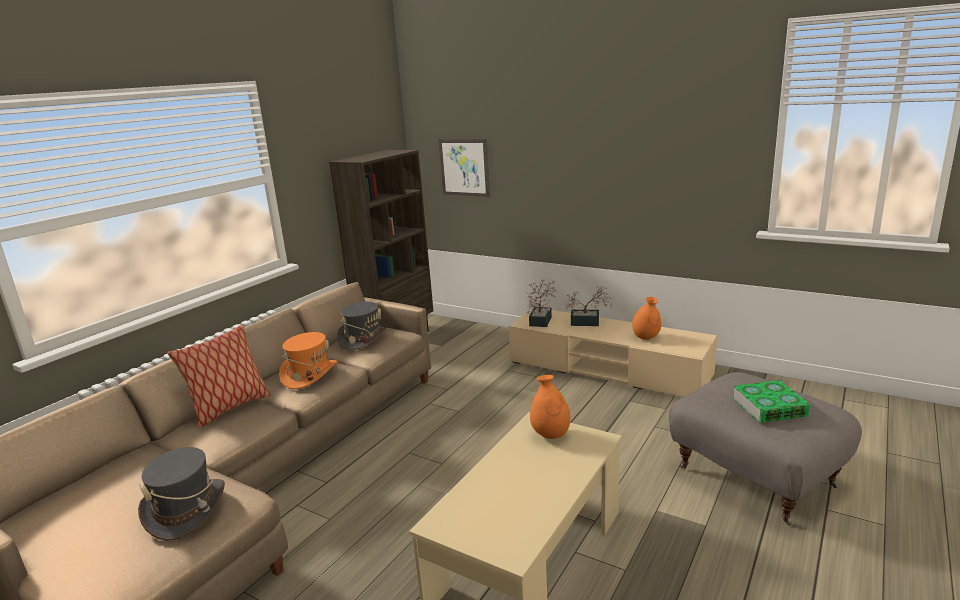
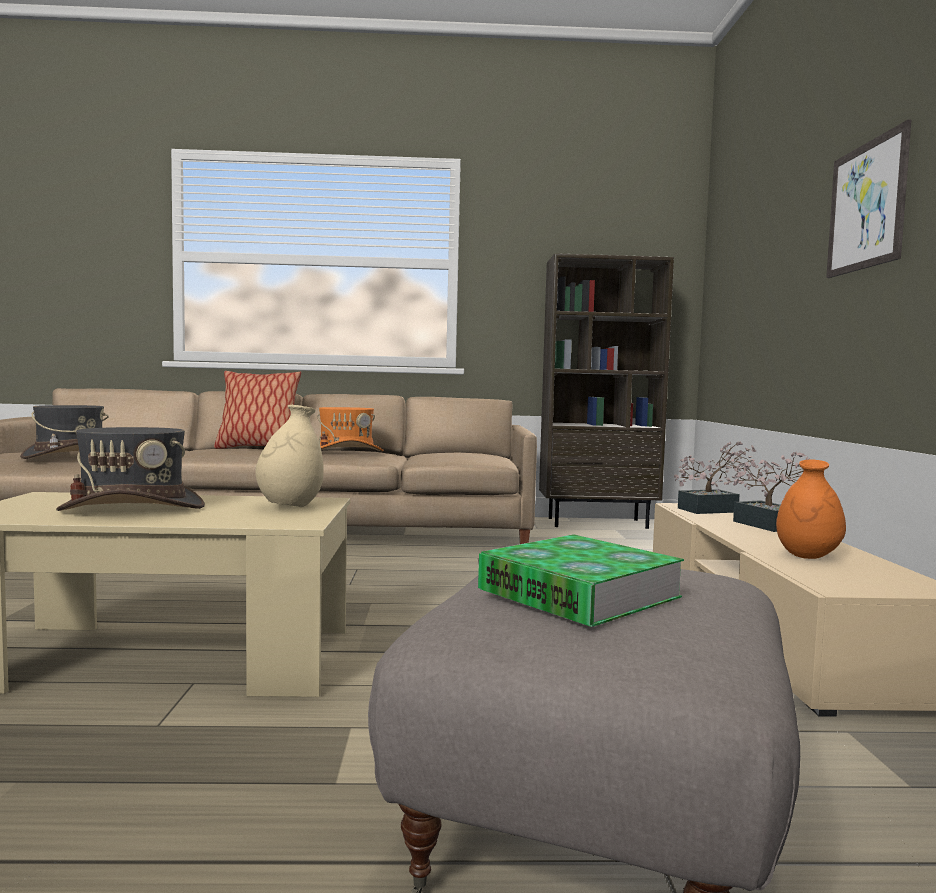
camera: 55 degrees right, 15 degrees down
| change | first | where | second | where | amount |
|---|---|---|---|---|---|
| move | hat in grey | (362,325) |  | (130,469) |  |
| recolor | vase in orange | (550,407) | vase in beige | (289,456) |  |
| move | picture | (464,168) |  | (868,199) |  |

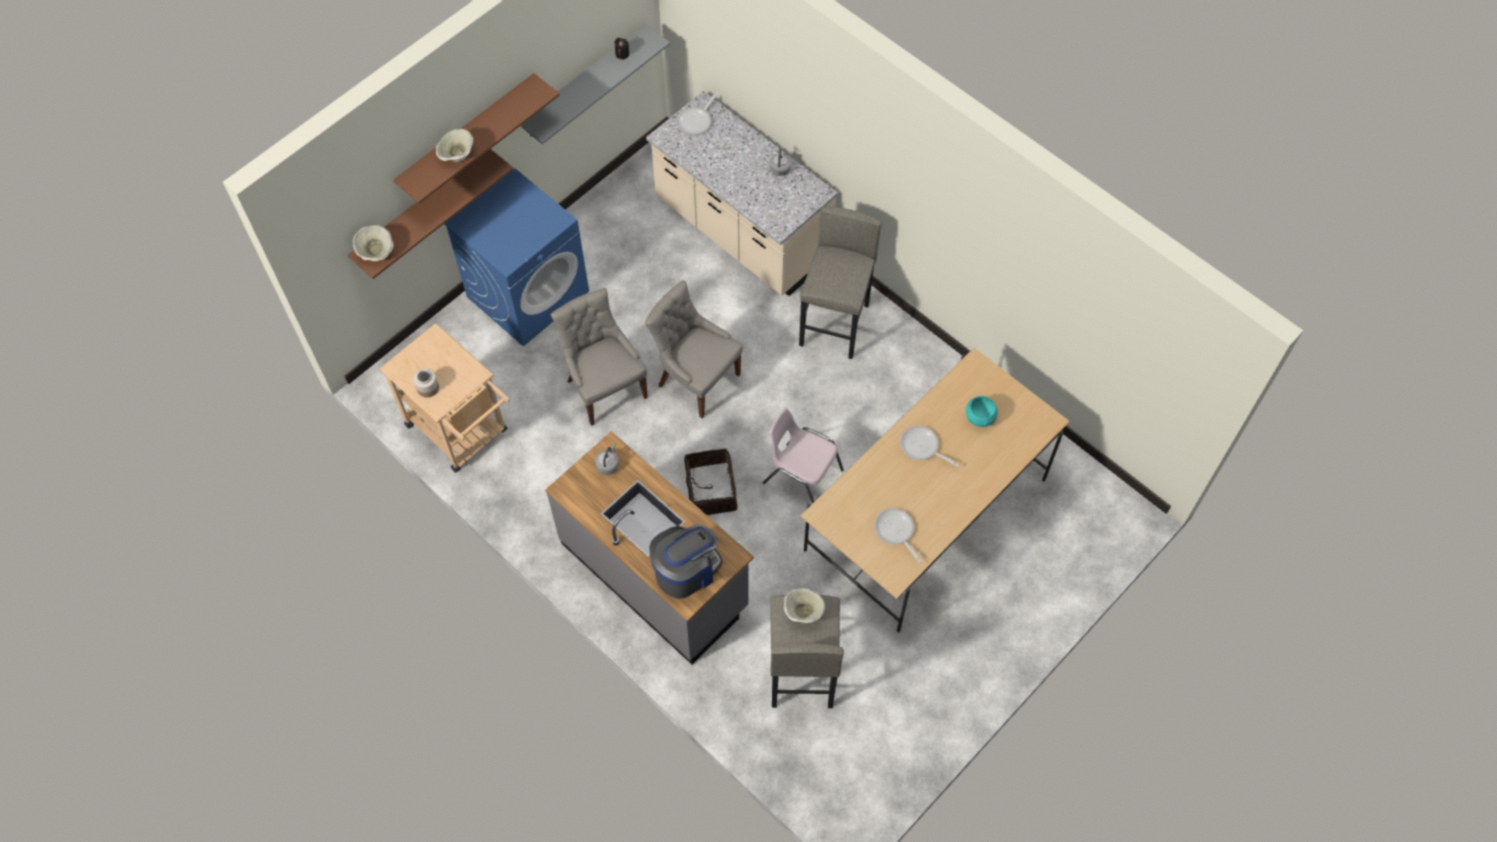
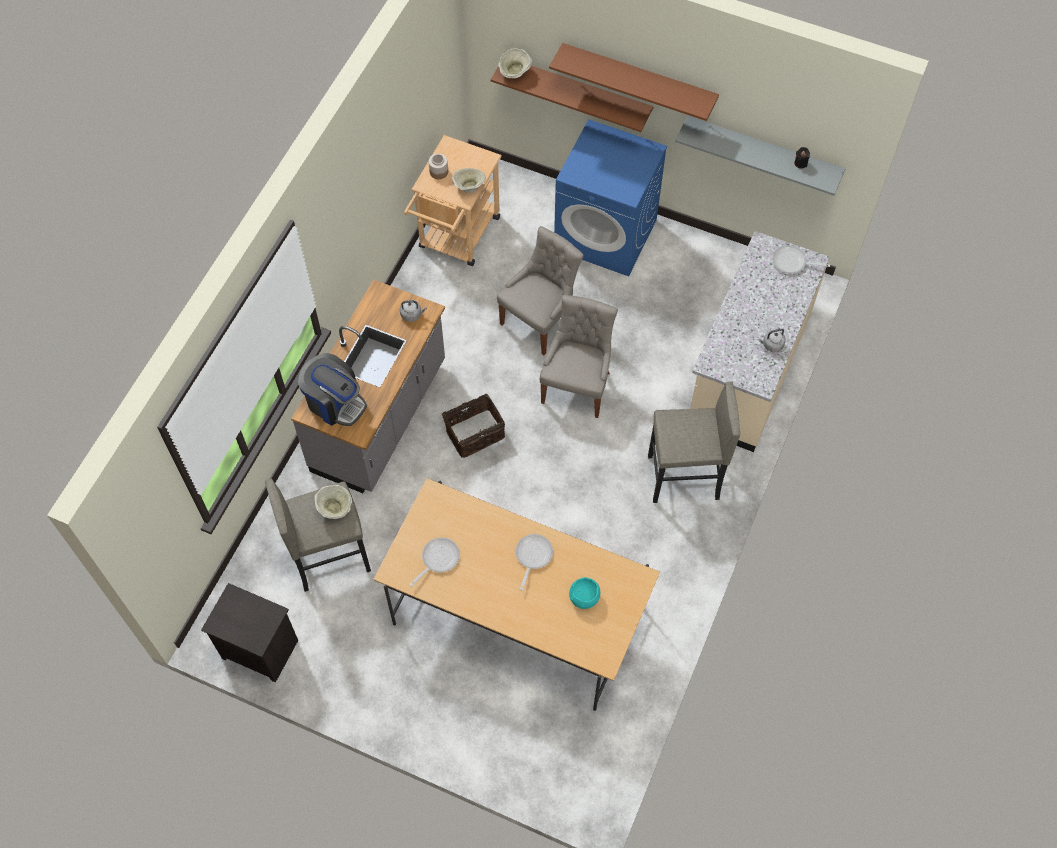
camera: 70 degrees right, 0 degrees up
| change | first | where | second | where | amount |
|---|---|---|---|---|---|
| insert |  |  | nightstand in black | (249,633) |  |
| move | bowl in beige | (454,145) |  | (469,180) |  |
| delete | chair in pink | (803,456) |  |  |  |

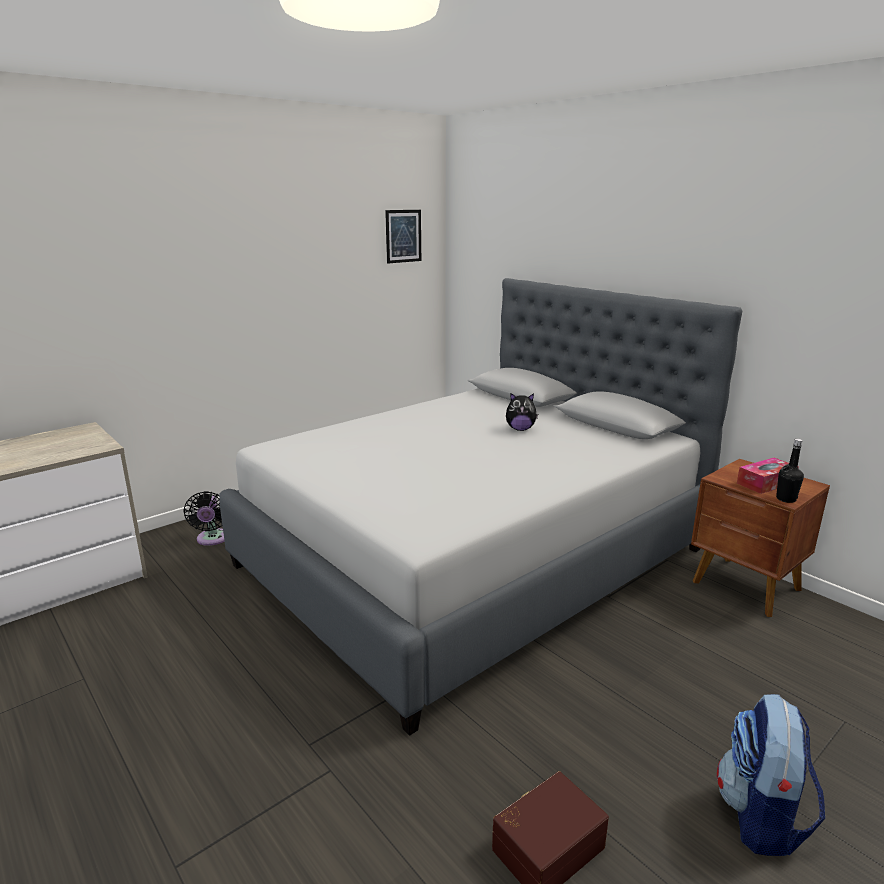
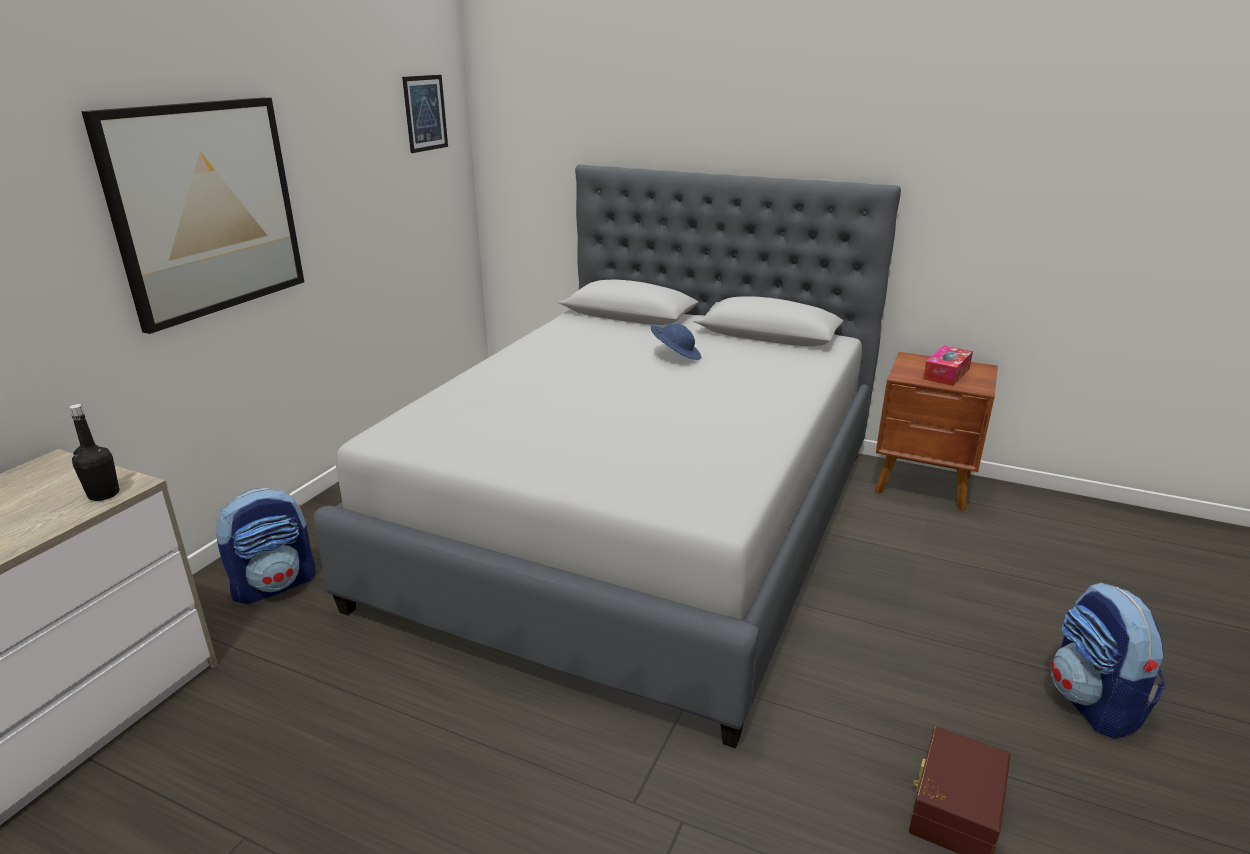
camera: 25 degrees left, 5 degrees up
| change | first | where | second | where | amount |
|---|---|---|---|---|---|
| move | bottle in black | (790,471) |  | (94,452) |  |
| insert |  |  | picture | (192,215) |  |
| replace | fan in black | (203,518) | backpack | (266,546) |  |
| replace | plush toy | (522,412) | hat in blue | (676,342) |  |

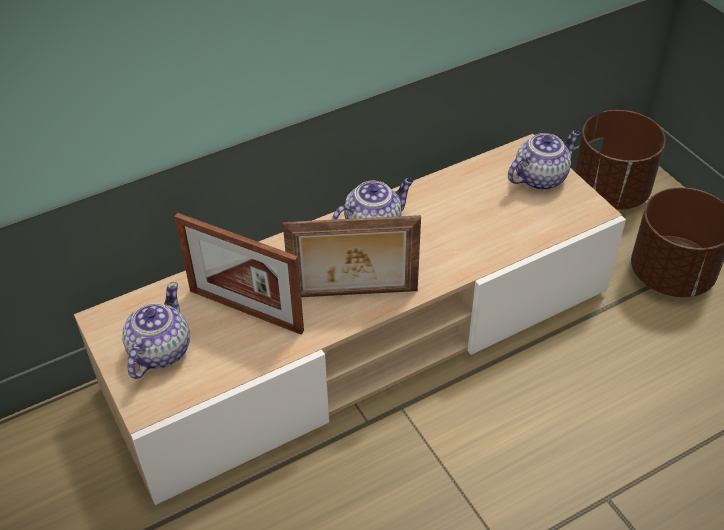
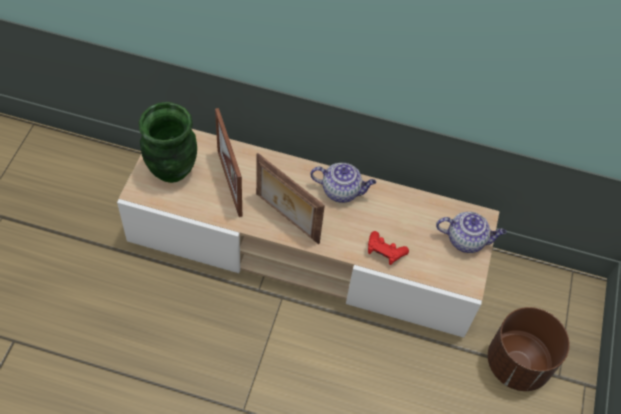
camera: 40 degrees right, 10 degrees up
| change | first | where | second | where | amount |
|---|---|---|---|---|---|
| replace | teapot | (156,330) | vase in green | (168,142) |  |
| insert |  |  | game controller in red | (388,248) |  |
| delete | planter in brown | (620,160) |  |  |  |

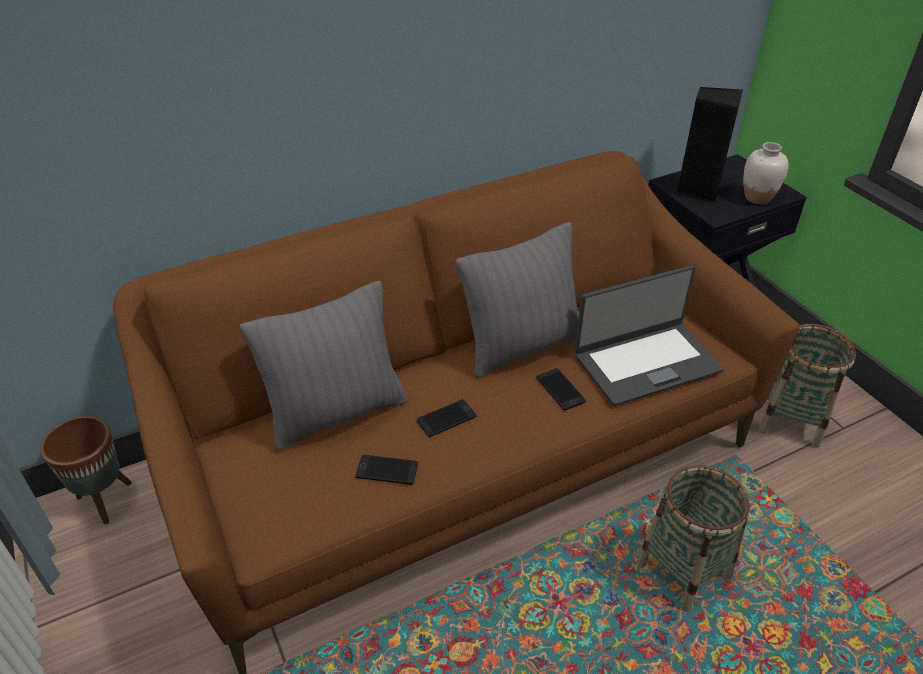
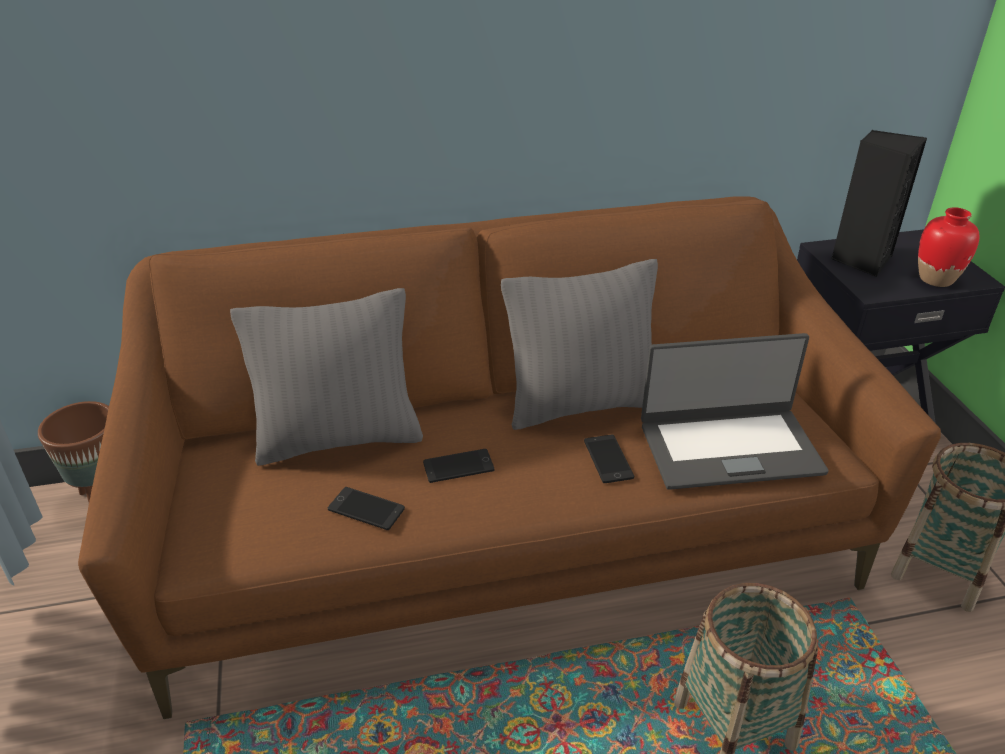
camera: 15 degrees right, 5 degrees down
| change | first | where | second | where | amount |
|---|---|---|---|---|---|
| recolor | vase in white | (765,173) | vase in red | (948,247) |  |

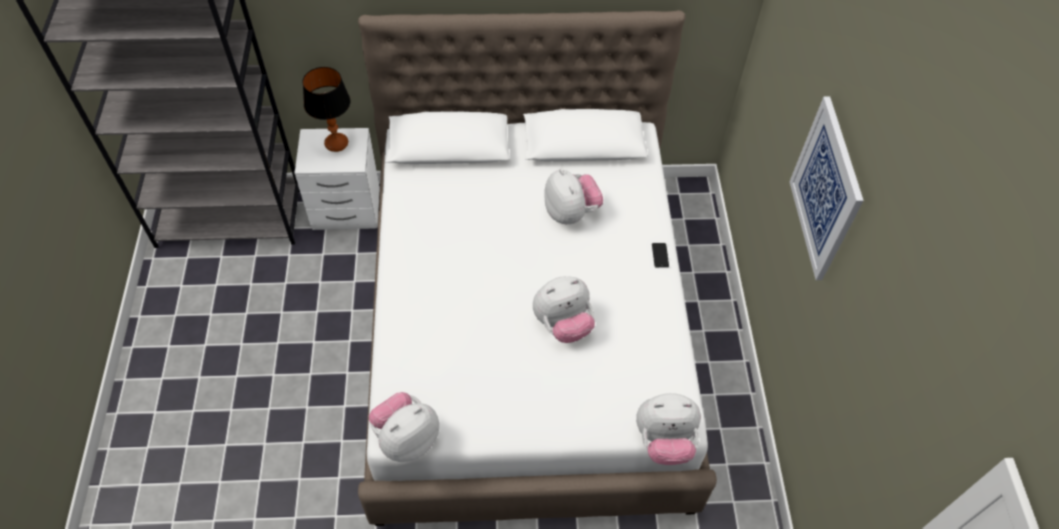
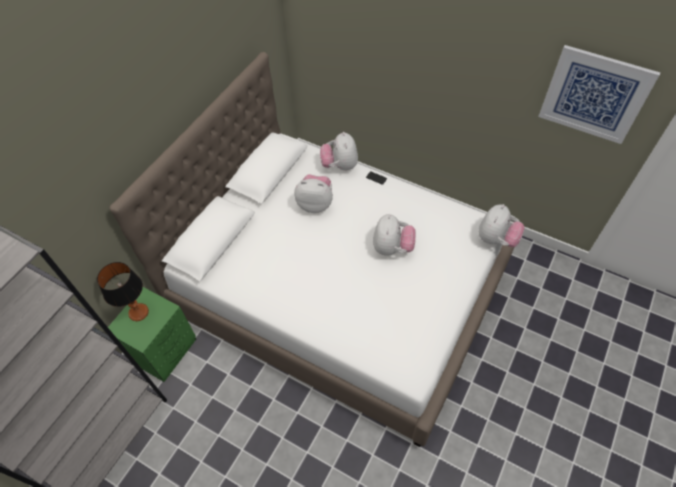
camera: 55 degrees left, 0 degrees up
| change | first | where | second | where | amount |
|---|---|---|---|---|---|
| recolor | nightstand in white | (337,179) | nightstand in green | (152,334) |  |
| move | plush toy | (404,427) |  | (339,151) |  |
| move | picture | (826,188) |  | (599,94) |  |

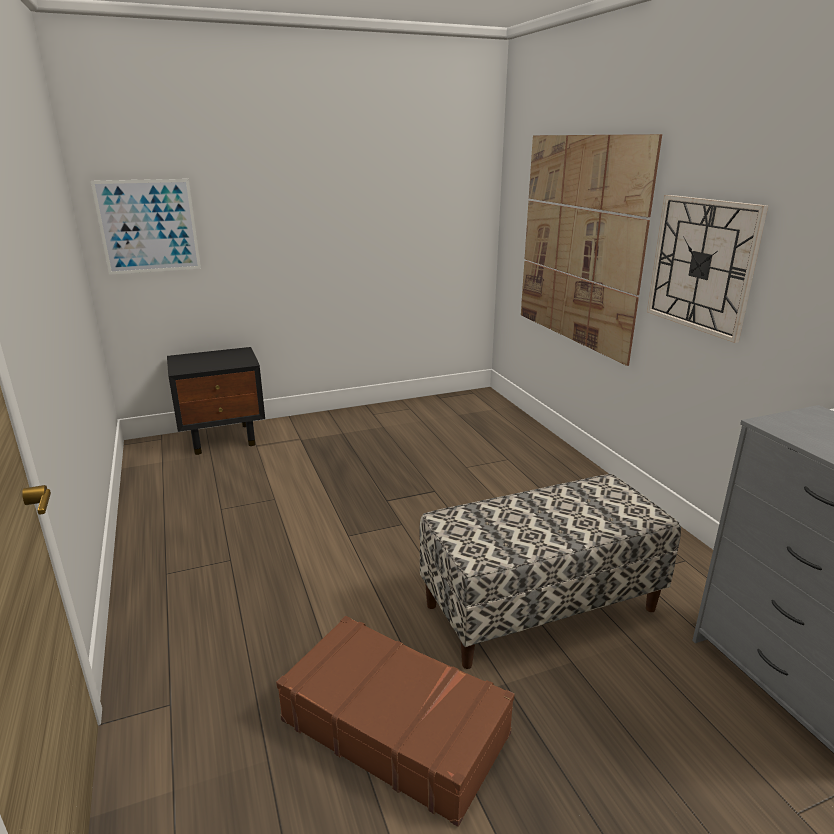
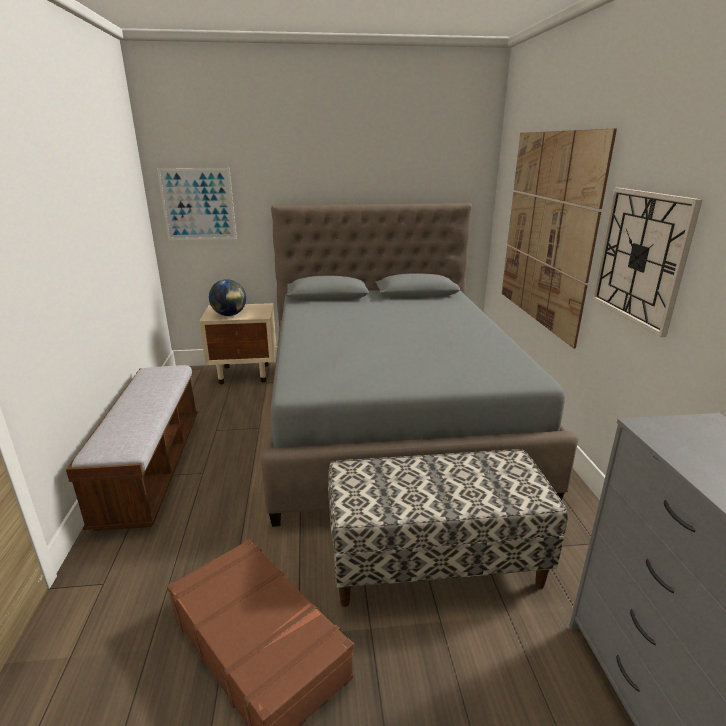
camera: 15 degrees right, 0 degrees up
| change | first | where | second | where | amount |
|---|---|---|---|---|---|
| insert |  |  | bench | (132,448) |  |
| recolor | nightstand in black | (216,401) | nightstand in beige | (237,343) |  |
| insert |  |  | globe | (227,297) |  |
| insert |  |  | bed in grey | (419,365) |  |

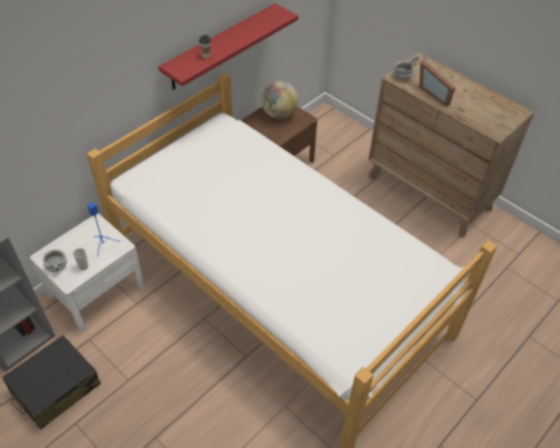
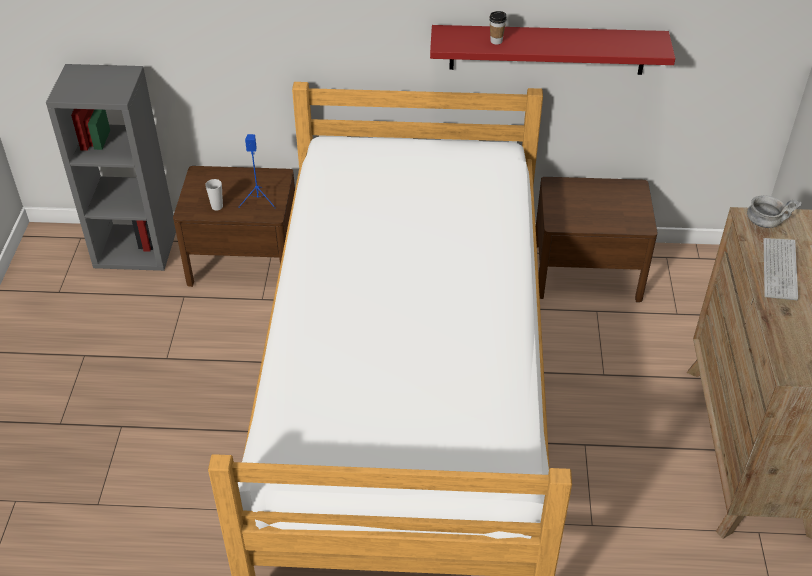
camera: 50 degrees right, 5 degrees down
| change | first | where | second | where | amount |
|---|---|---|---|---|---|
| recolor | nightstand in white | (87,272) | nightstand in brown | (234,226) |  |
| replace | picture frame | (437,83) | keyboard | (780,269) |  |
| delete | suitcase in black | (51,382) |  |  |  |
| delete | bowl in grey | (55,260) |  |  |  |
| delete | globe | (279,100) |  |  |  |

